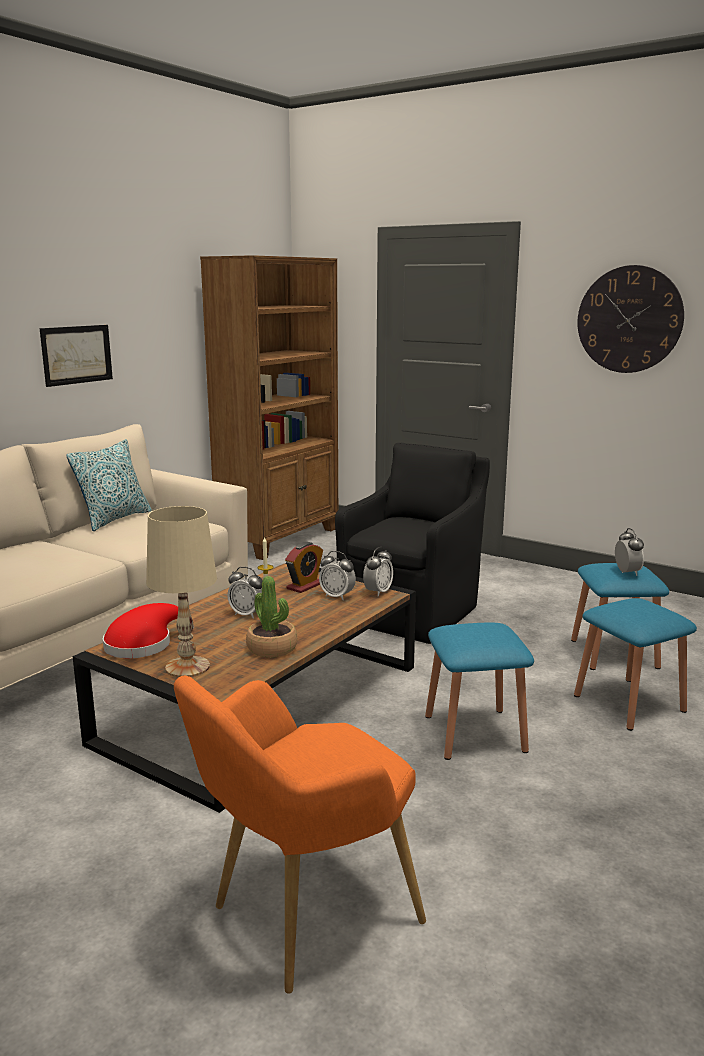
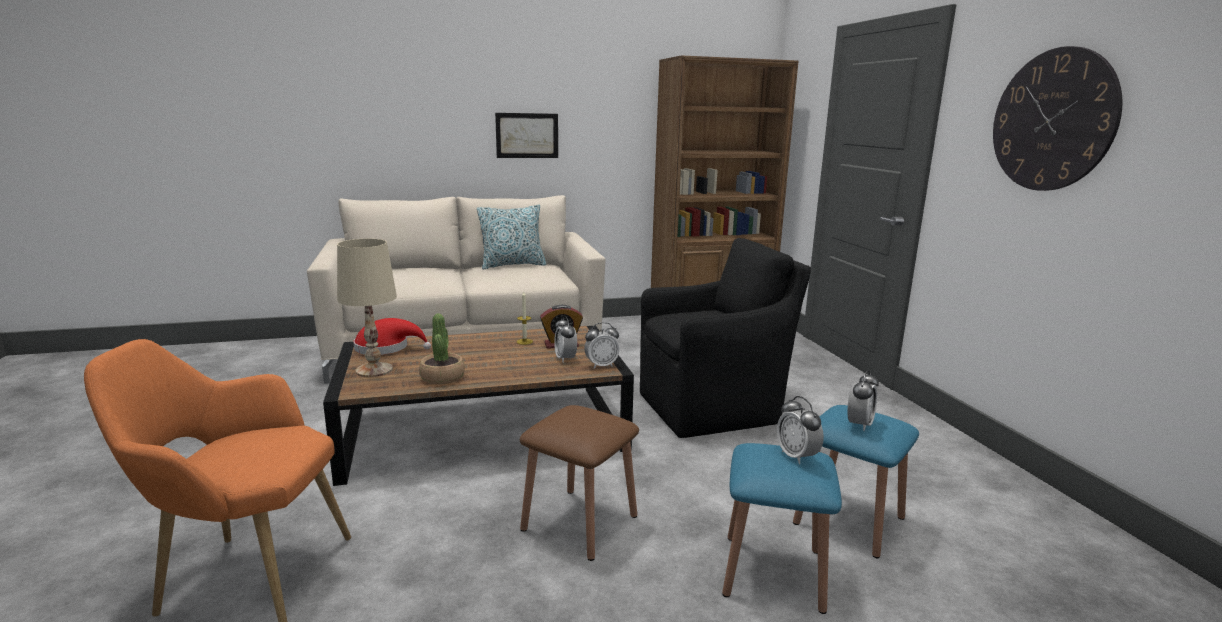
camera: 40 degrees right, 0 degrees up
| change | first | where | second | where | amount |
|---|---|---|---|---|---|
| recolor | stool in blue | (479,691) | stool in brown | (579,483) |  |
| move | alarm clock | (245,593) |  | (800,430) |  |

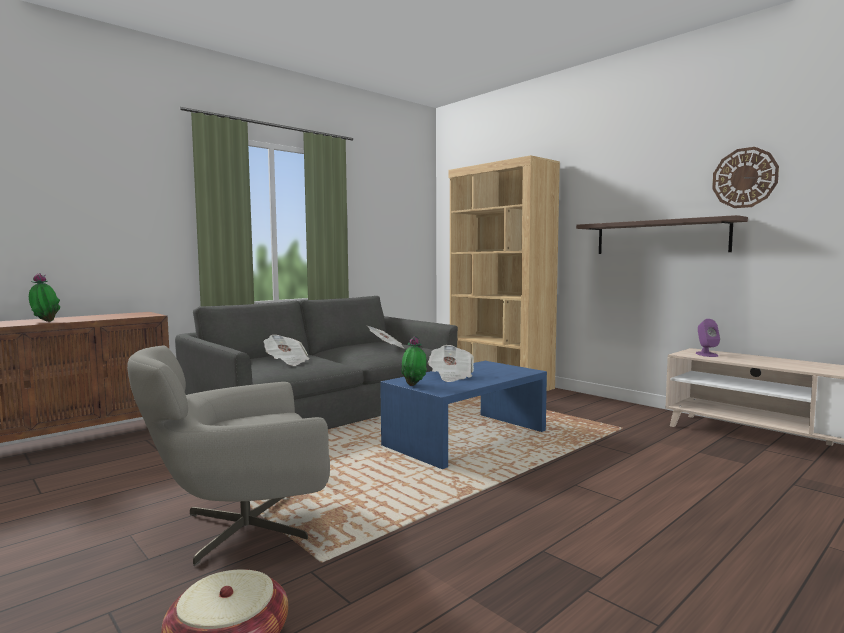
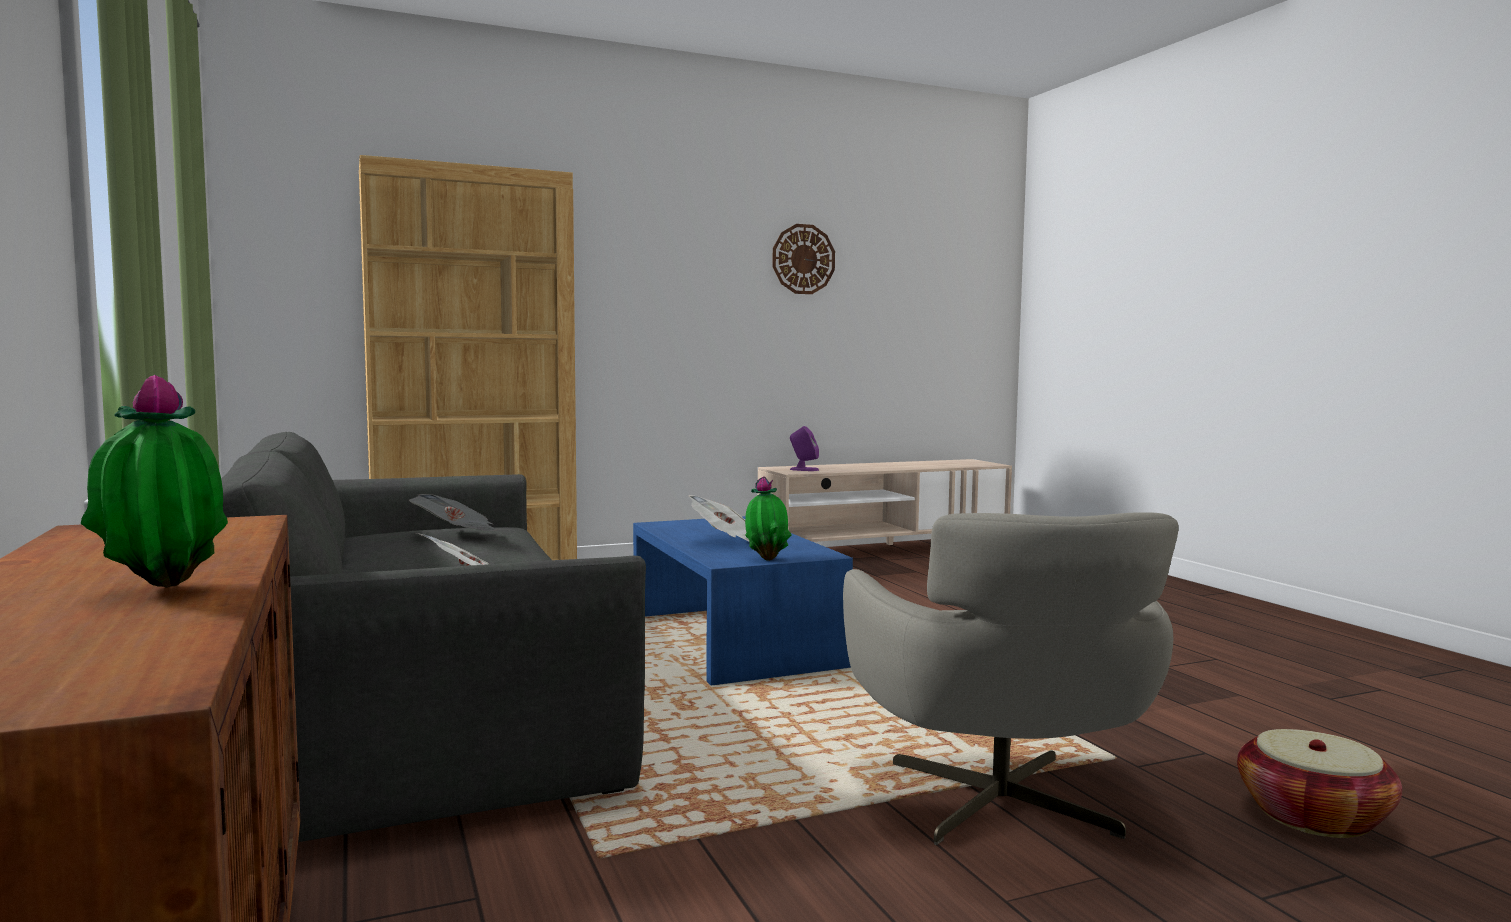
camera: 70 degrees left, 0 degrees up
| change | first | where | second | where | amount |
|---|---|---|---|---|---|
| delete | shelf | (662,234) |  |  |  |

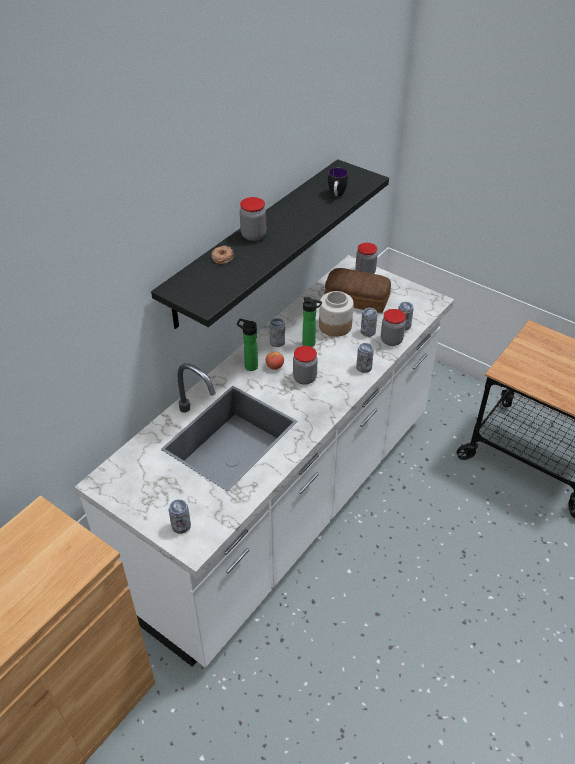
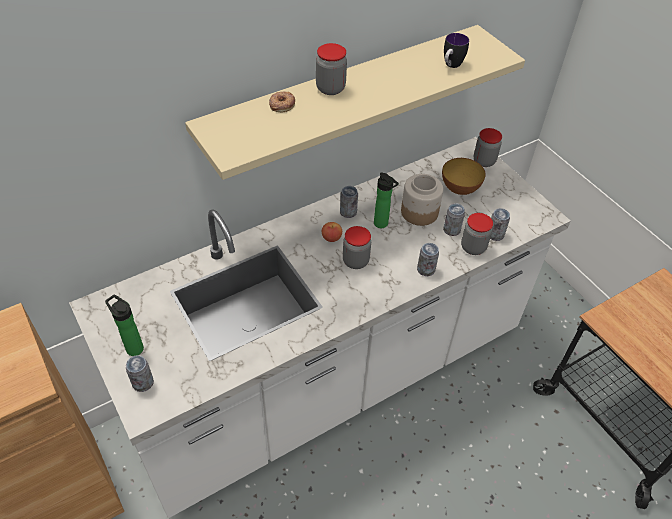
camera: 20 degrees right, 5 degrees up
| change | first | where | second | where | amount |
|---|---|---|---|---|---|
| move | bottle | (247,345) |  | (124,325) |  |
| recolor | shelf in black | (270,244) | shelf in beige | (355,102) |  |
| replace | bread | (357,290) | bowl | (464,176) |  |

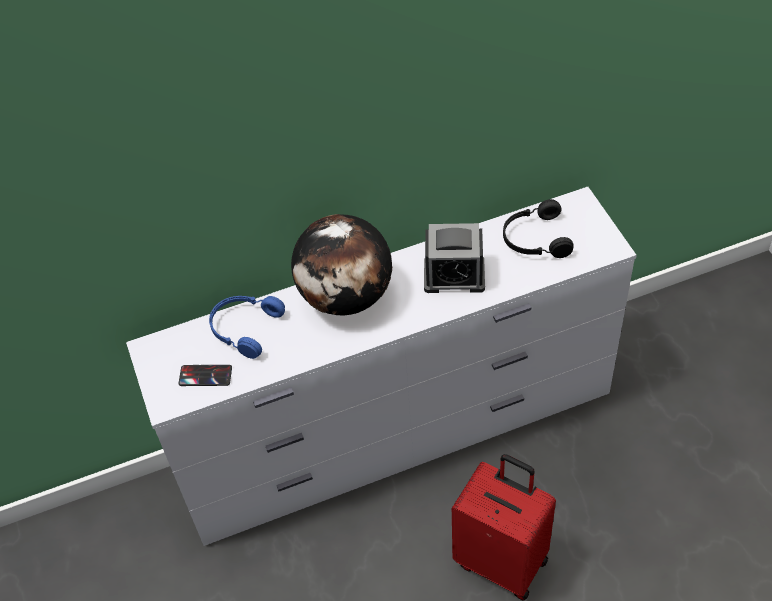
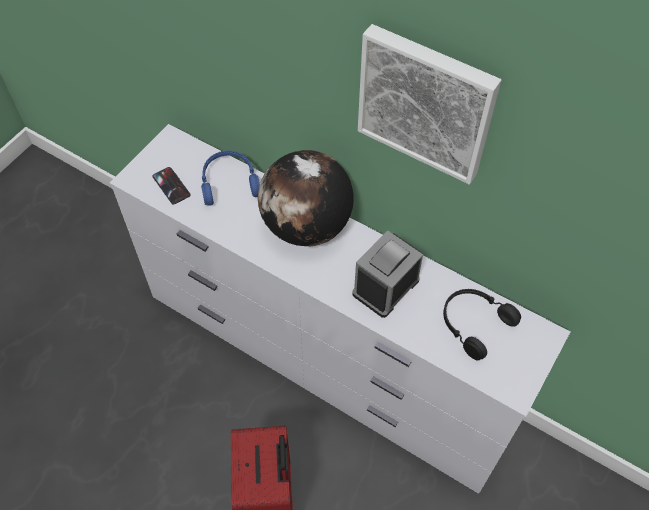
camera: 50 degrees right, 5 degrees up
| change | first | where | second | where | amount |
|---|---|---|---|---|---|
| rotate | alarm clock | (454,258) |  | (387,274) | 75 degrees clockwise |
| insert |  |  | picture | (430,104) |  |

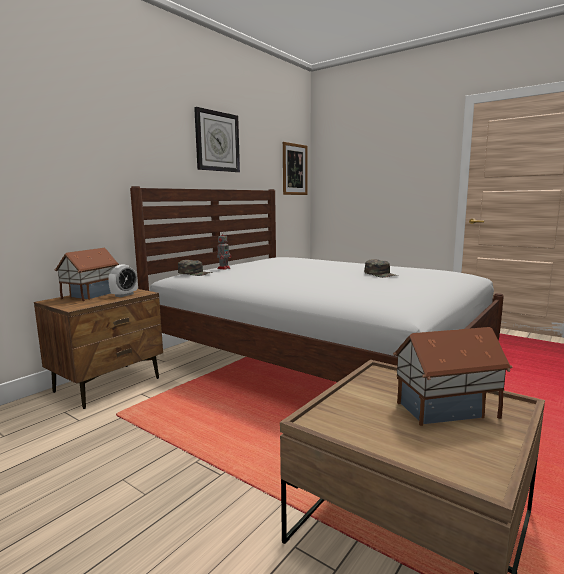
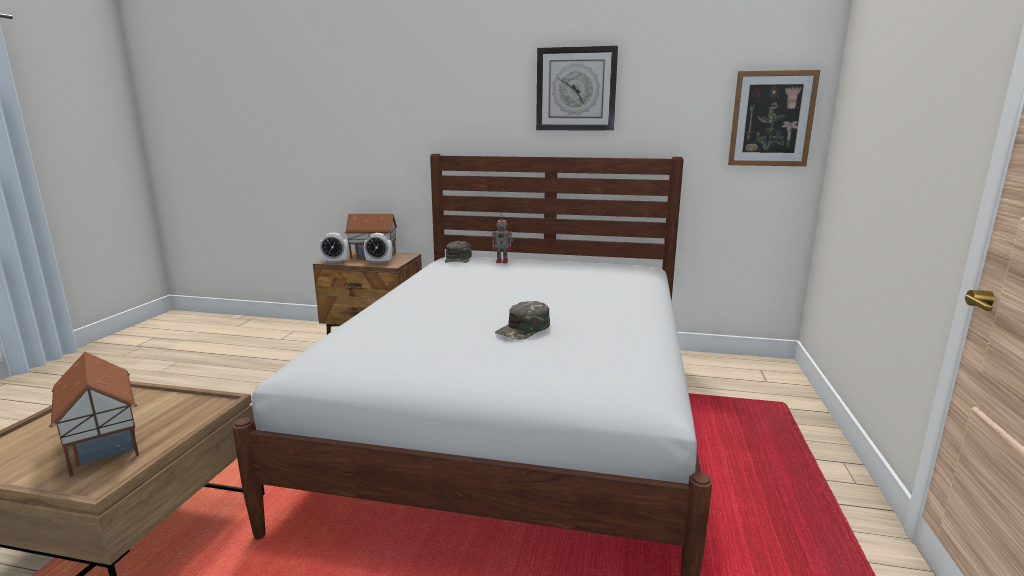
camera: 65 degrees right, 5 degrees up
| change | first | where | second | where | amount |
|---|---|---|---|---|---|
| insert |  |  | alarm clock | (333,248) |  |

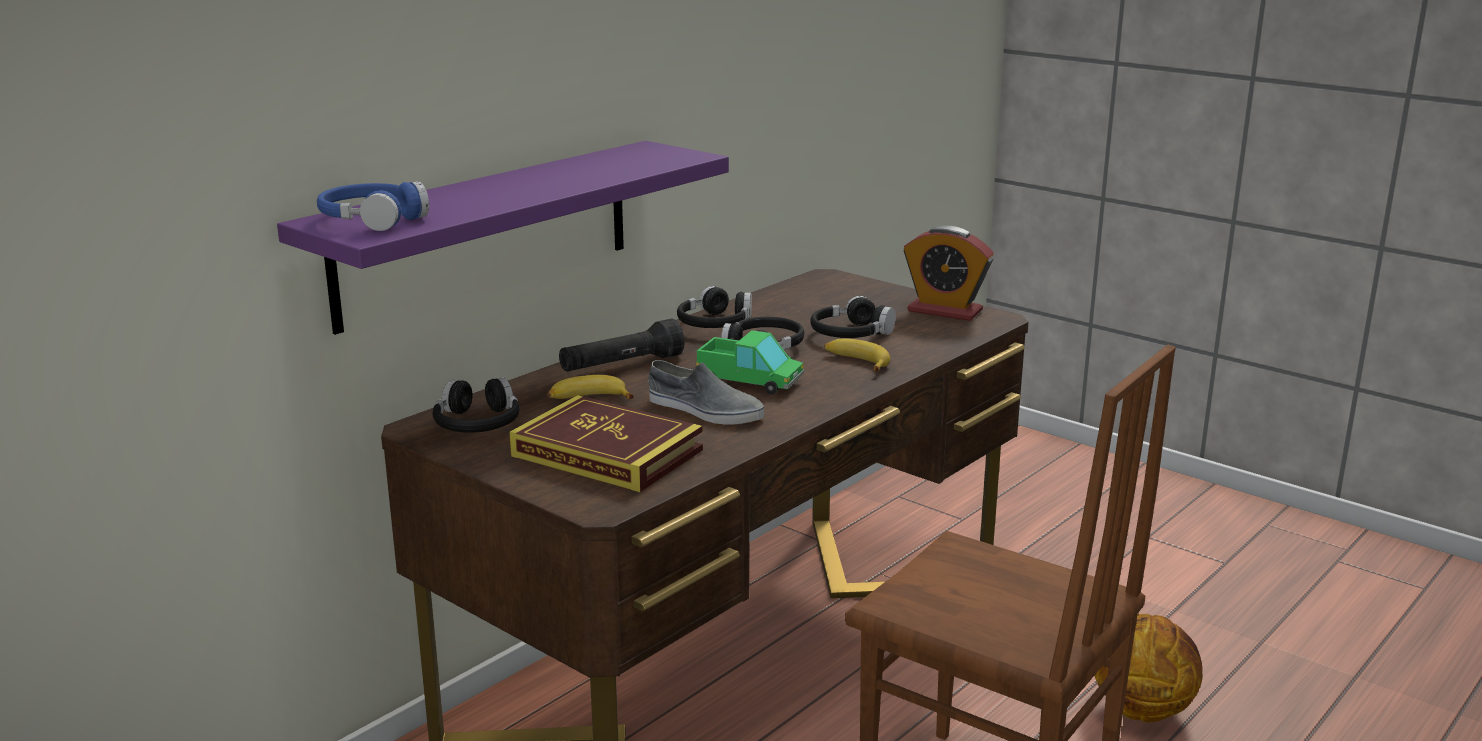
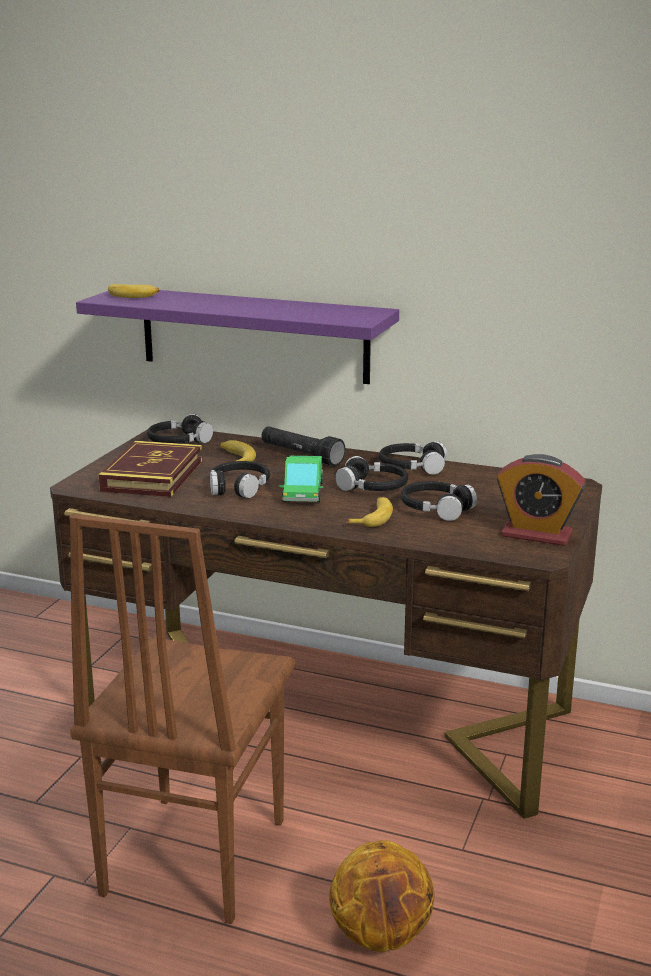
camera: 70 degrees right, 0 degrees up
| change | first | where | second | where | amount |
|---|---|---|---|---|---|
| replace | headphones in blue | (373,206) | banana | (133,291) |  |
| replace | shoe in grey | (706,392) | headphones in black | (240,479) |  |
| rotate | alarm clock | (948,273) |  | (541,500) | 75 degrees counterclockwise |

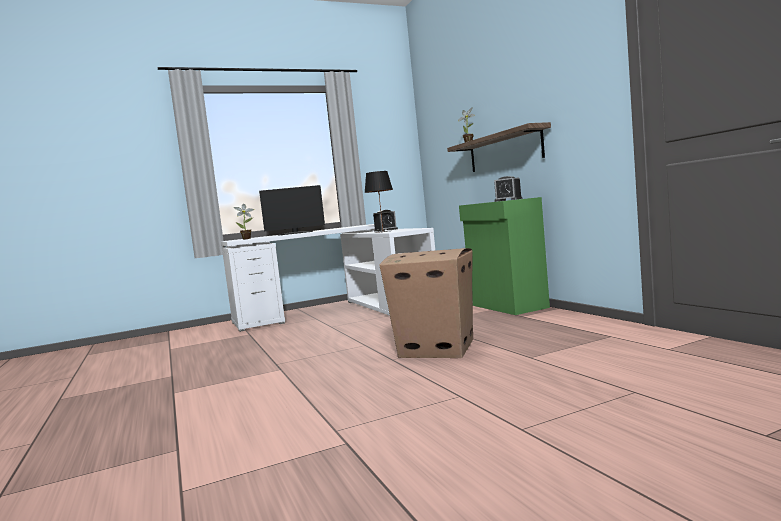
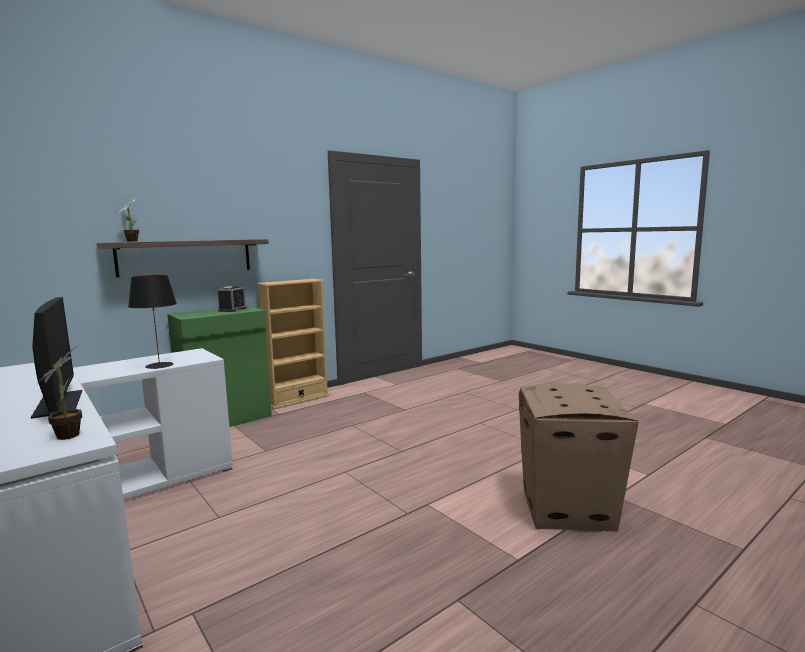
camera: 105 degrees left, 5 degrees up
| change | first | where | second | where | amount |
|---|---|---|---|---|---|
| insert |  |  | bookcase in beige | (293,344) |  |
| move | cardboard box | (426,303) |  | (579,457) |  |
| delete | alarm clock | (385,221) |  |  |  |

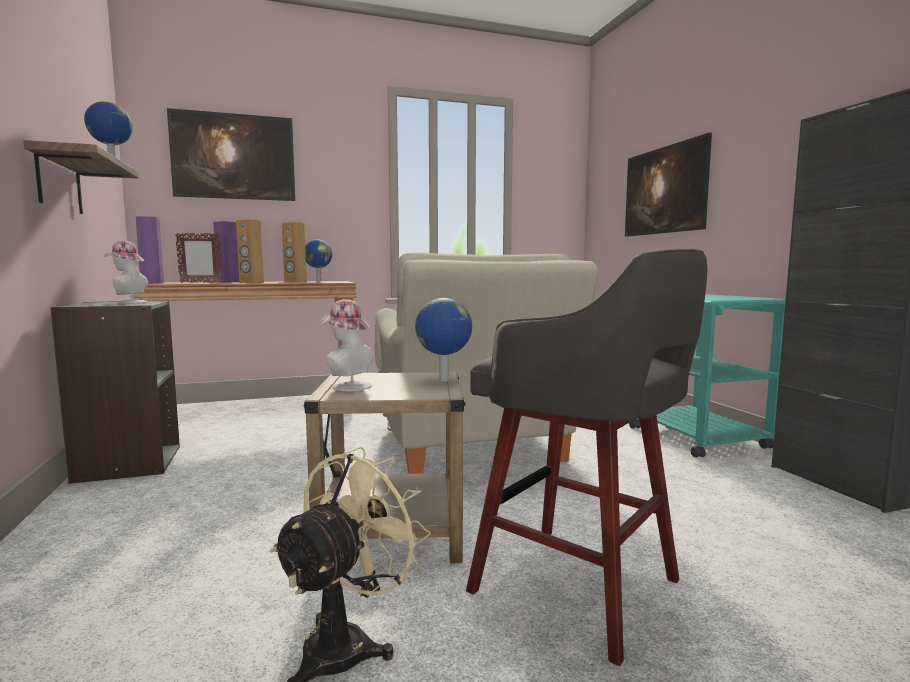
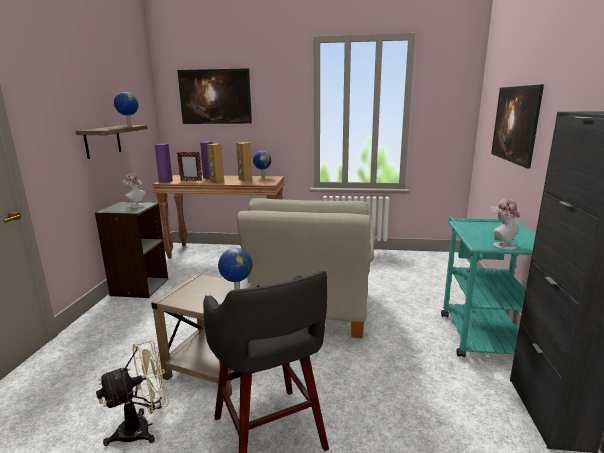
camera: 25 degrees right, 10 degrees up
| change | first | where | second | where | amount |
|---|---|---|---|---|---|
| move | hat | (347,345) |  | (506,224) |  |

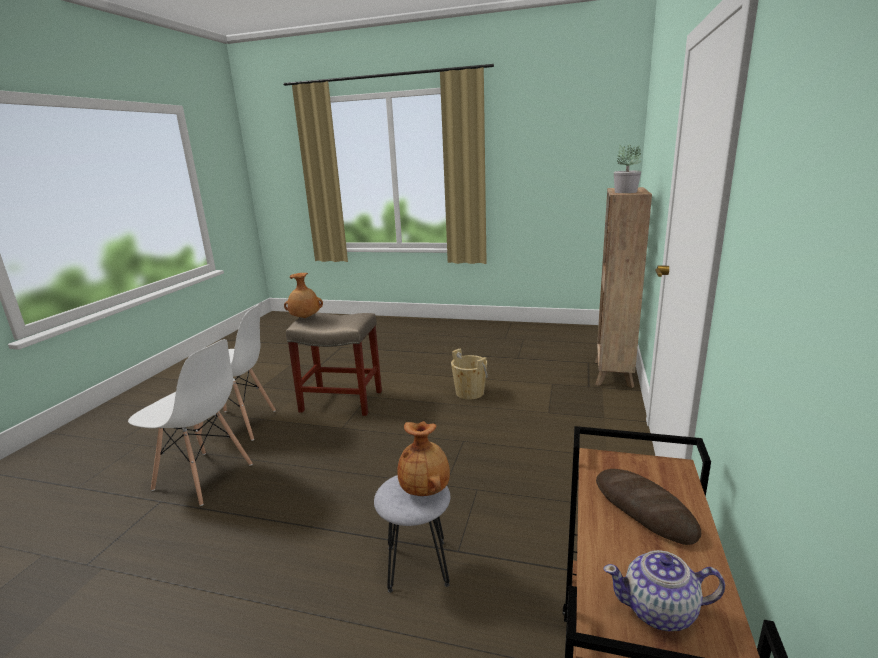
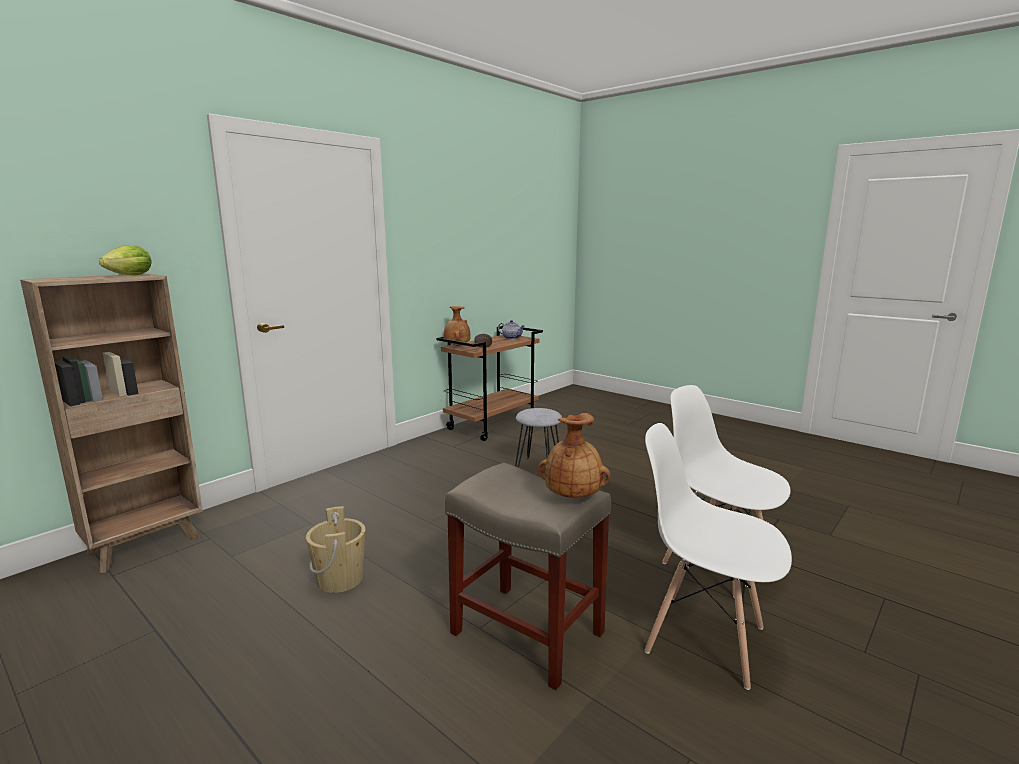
camera: 155 degrees left, 5 degrees down
| change | first | where | second | where | amount |
|---|---|---|---|---|---|
| replace | potted plant | (627,168) | lettuce | (125,260) |  |
| move | vase in brown | (423,458) |  | (457,326) |  |

